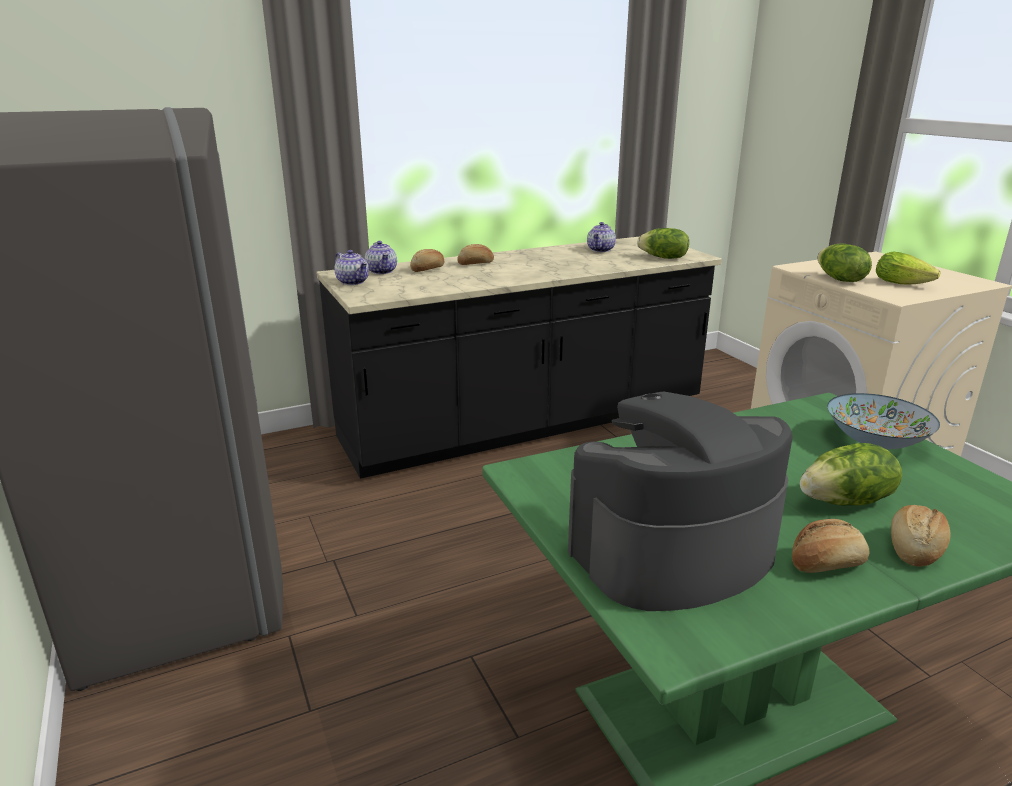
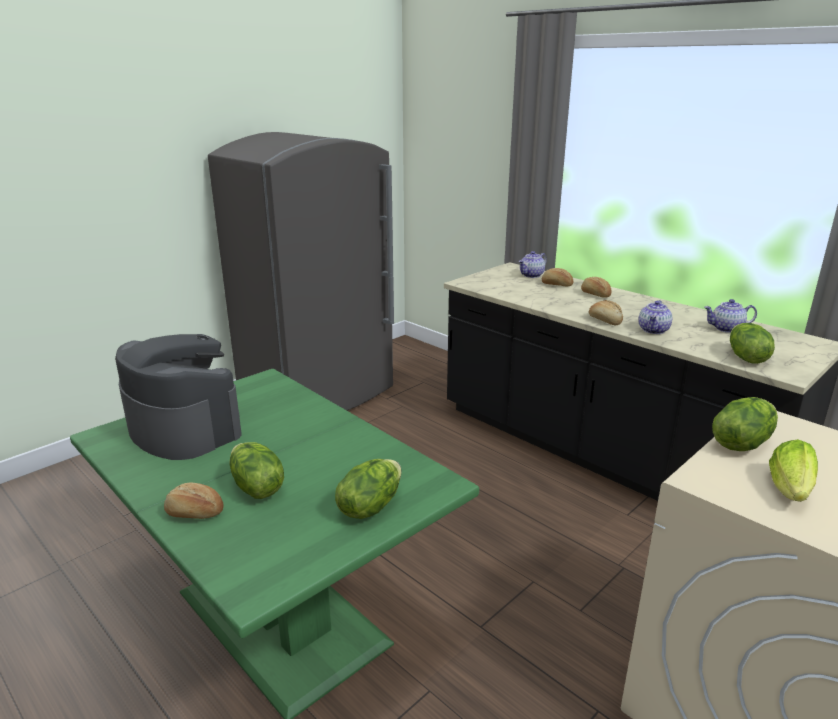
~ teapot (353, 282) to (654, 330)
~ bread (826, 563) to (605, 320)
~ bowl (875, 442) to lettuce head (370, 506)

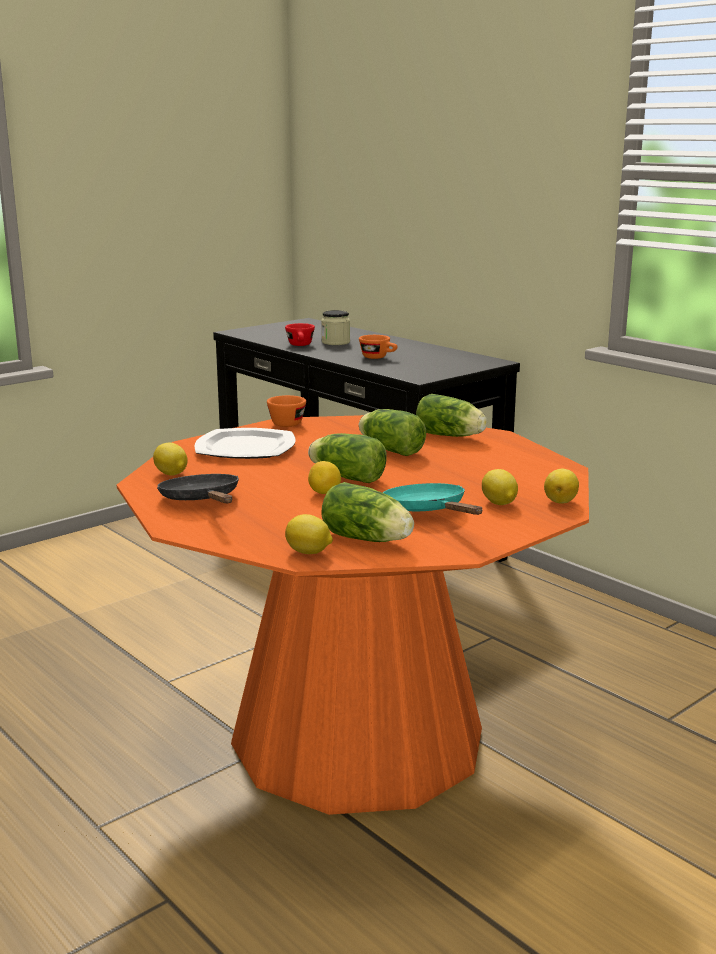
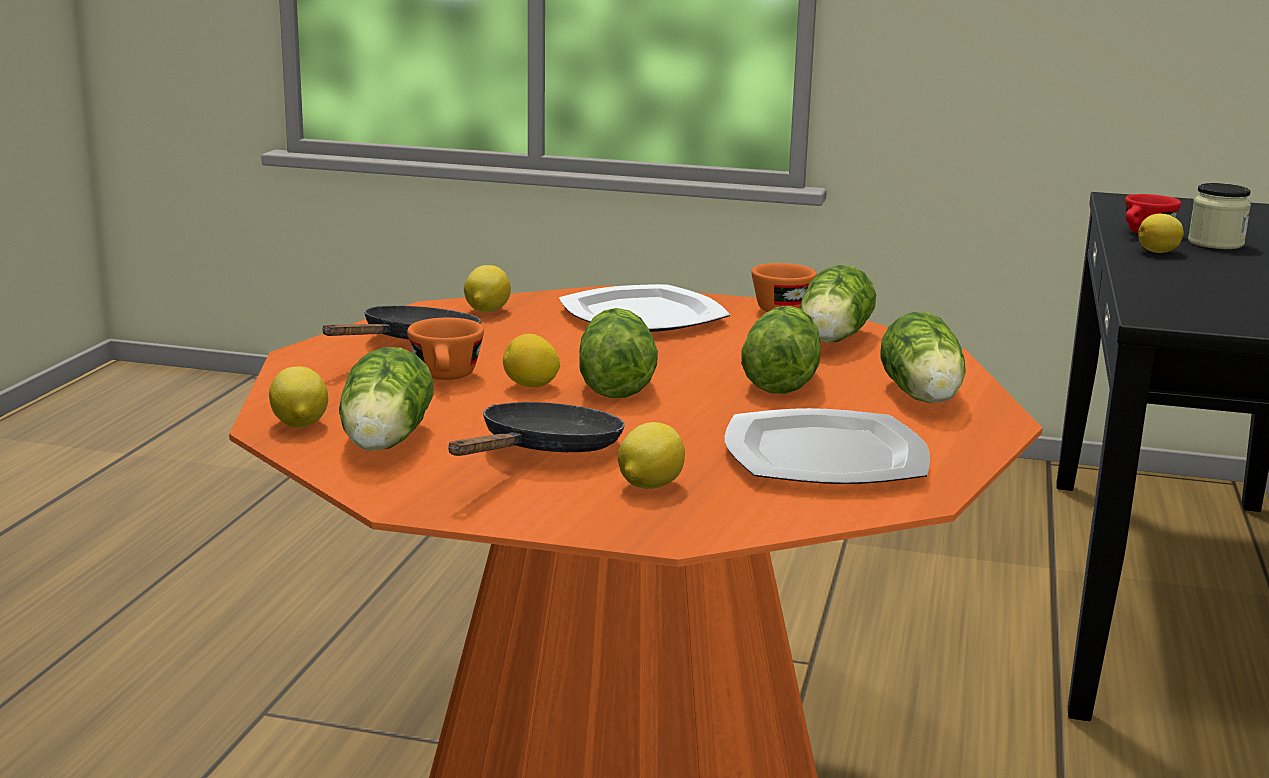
+ flat dish (823, 457)
+ lettuce head (831, 340)
~ orangey drinking cup (378, 357) to (447, 378)
~ lemon (561, 501) to (1159, 252)
~ blue-green skillet (428, 511) to black skillet (544, 452)

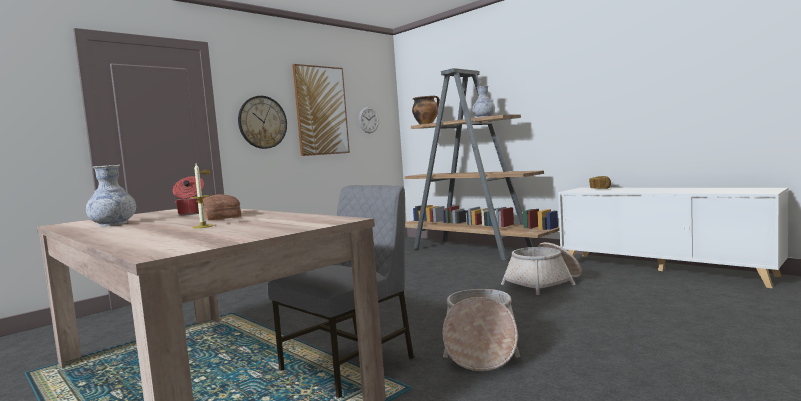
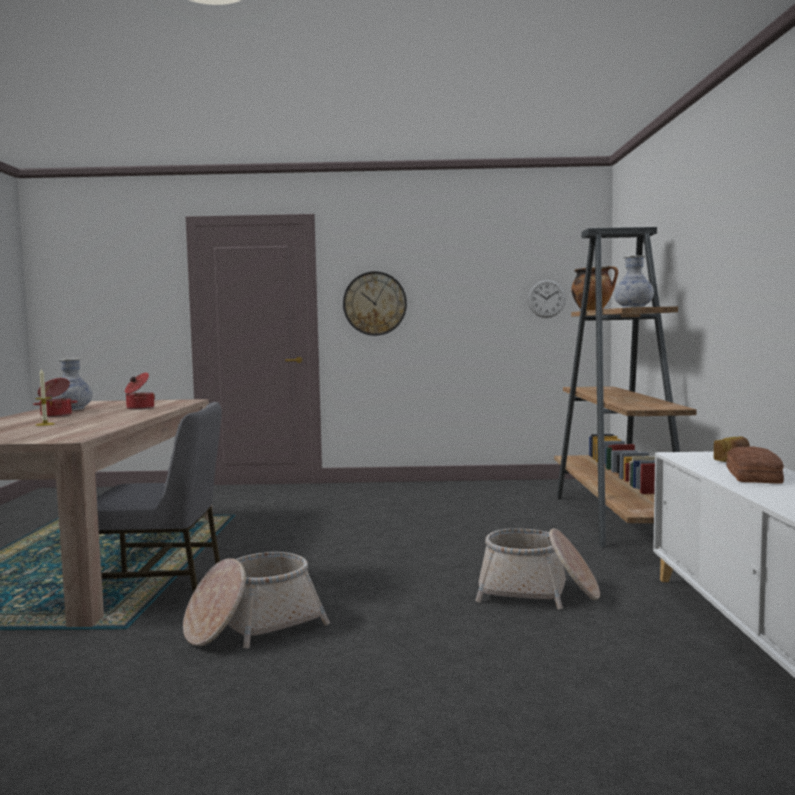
- wall picture (321, 110)
+ cooking pot (56, 415)
~ bread (221, 216) to (754, 475)

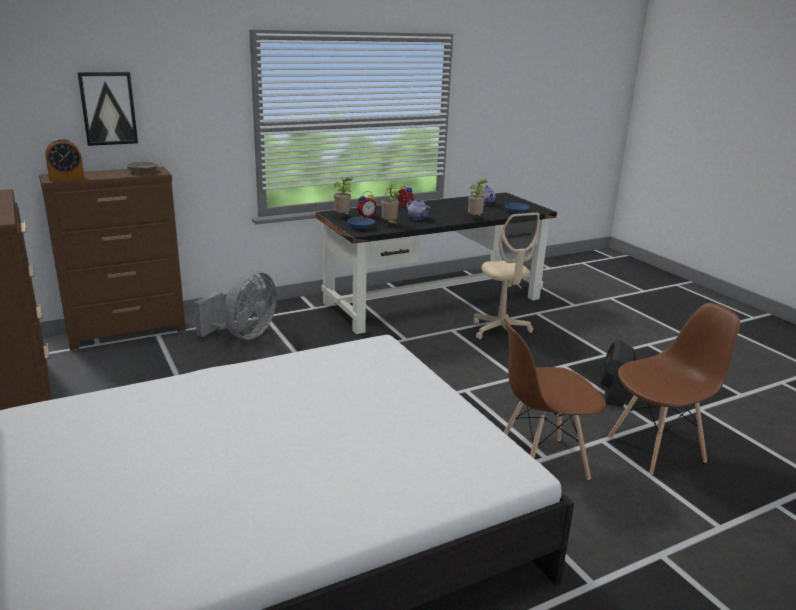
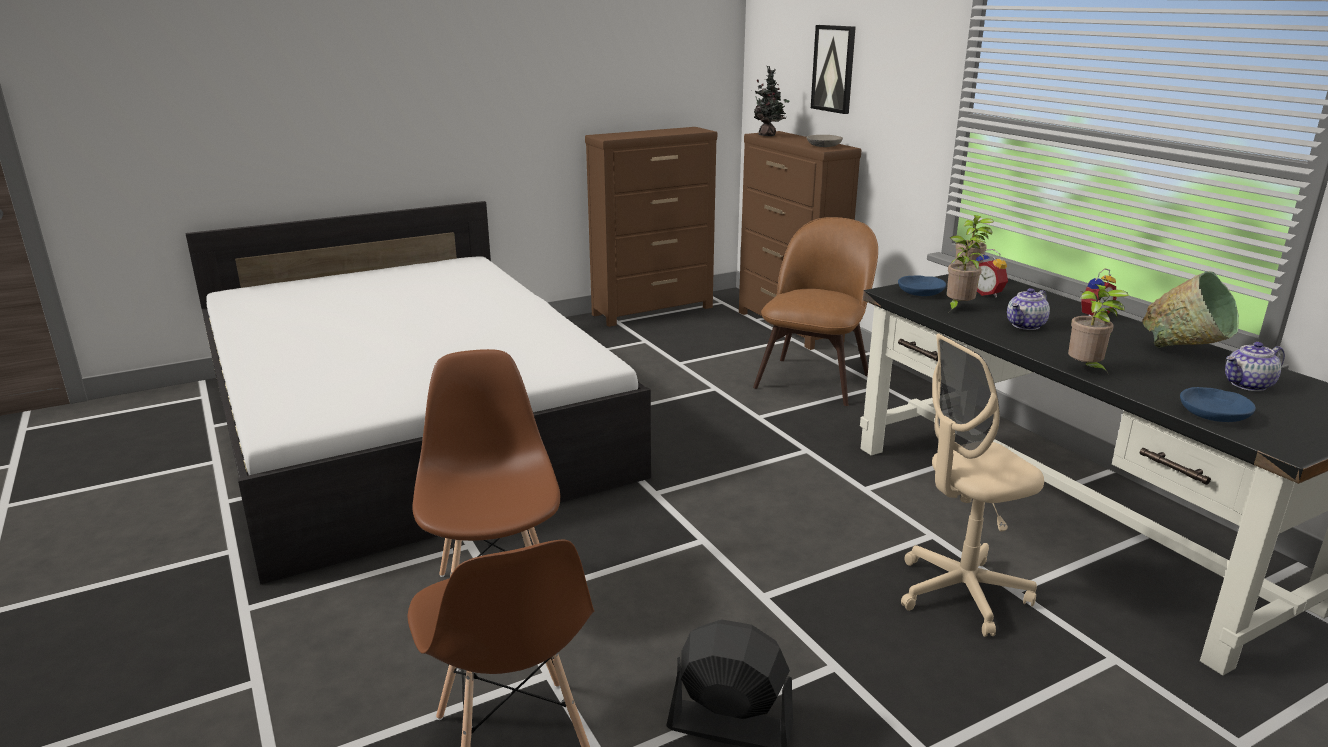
+ green bowl (1186, 352)
~ bedside clock (66, 178) to potted plant (769, 135)
~ greyish electric fan (243, 335) to brown-coloured chair (814, 379)

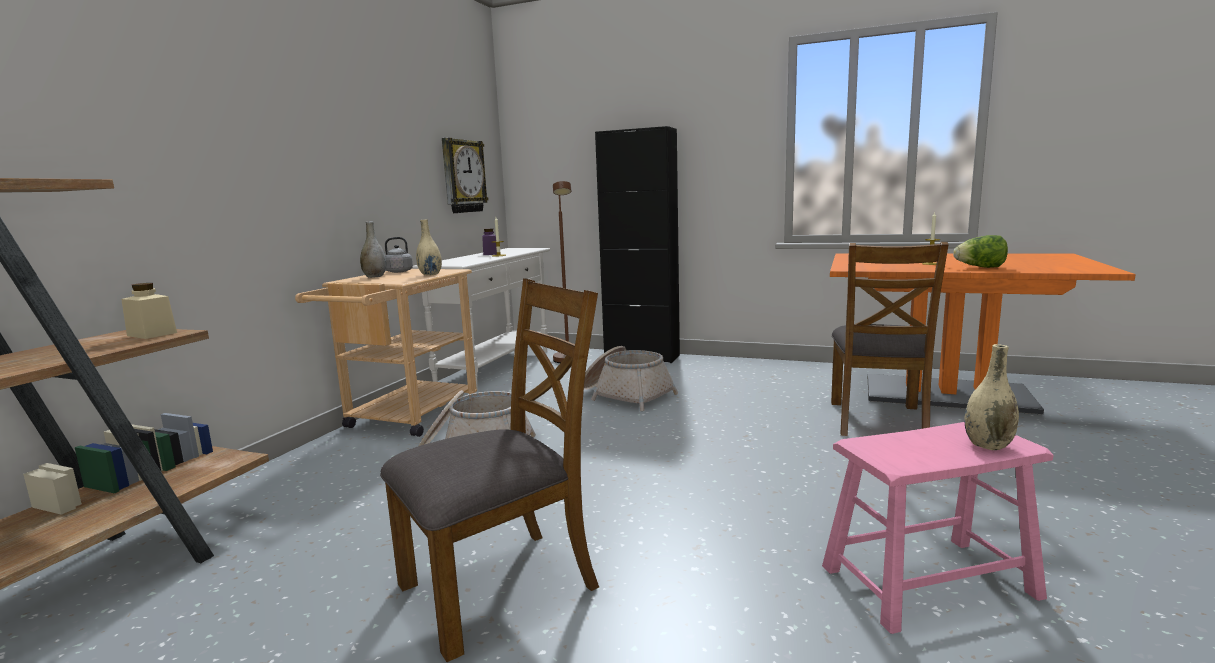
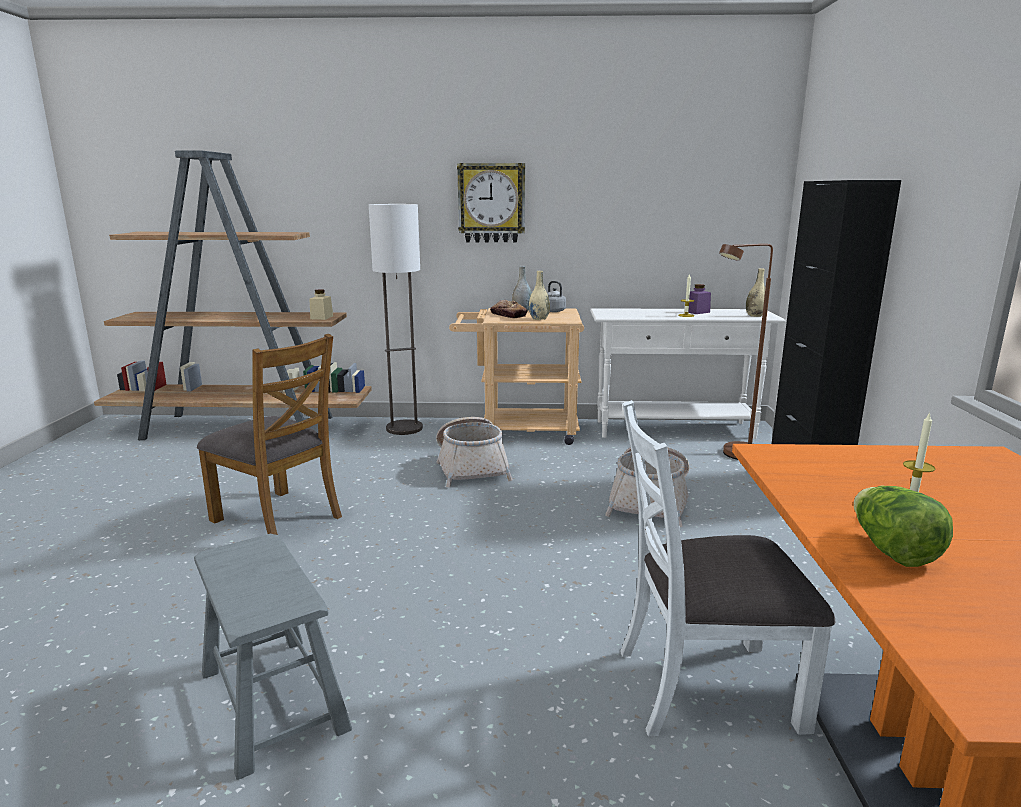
+ floor lamp (404, 428)
+ bread (508, 315)
~ wall clock (463, 176) to (491, 203)
~ beige vase (988, 445) to (755, 316)
~ pink sitting stool (928, 581) to greyish sitting stool (273, 700)
~ brown-coloured chair (878, 420) to white-coloured chair (705, 687)

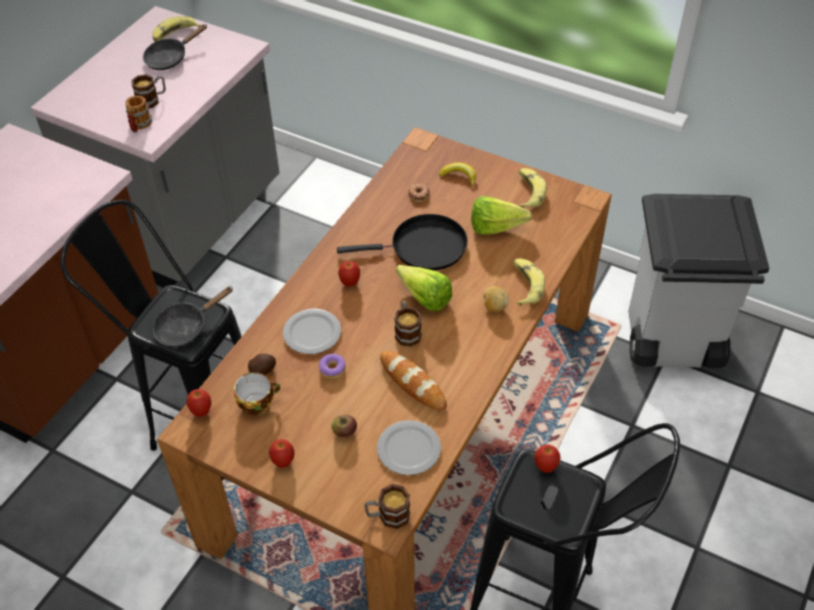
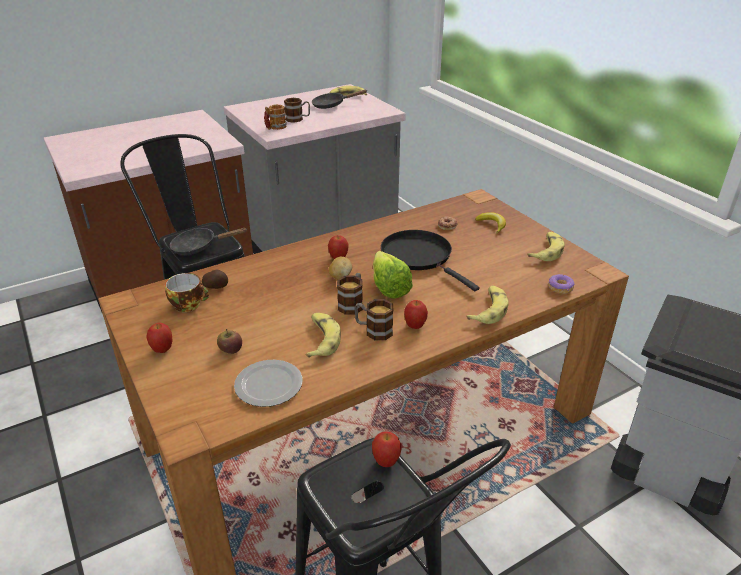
- flat dish (312, 332)
- lettuce head (500, 229)
~ whole apple (201, 411) to (415, 326)
~ donut (332, 369) to (560, 288)
~ mug (388, 516) to (373, 330)
~ spud (494, 306) to (340, 277)
~ bread (412, 383) to banana (321, 339)
~ black skillet (423, 247) = (420, 257) 150 degrees counterclockwise

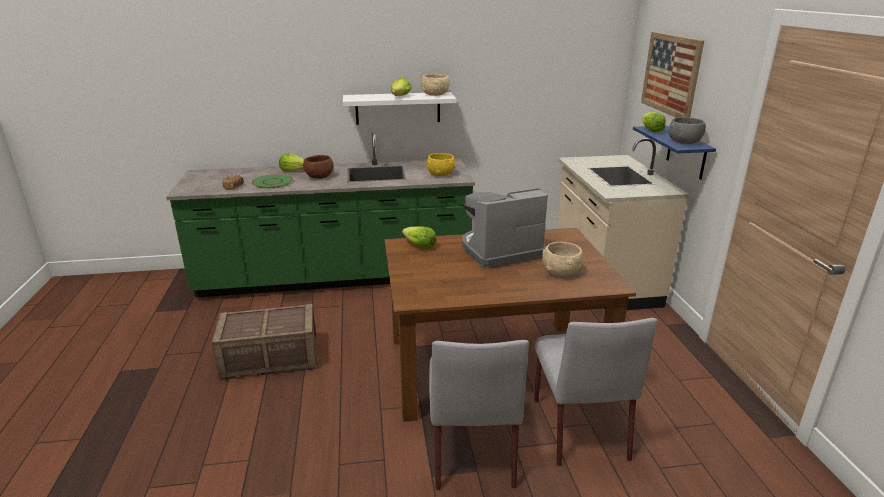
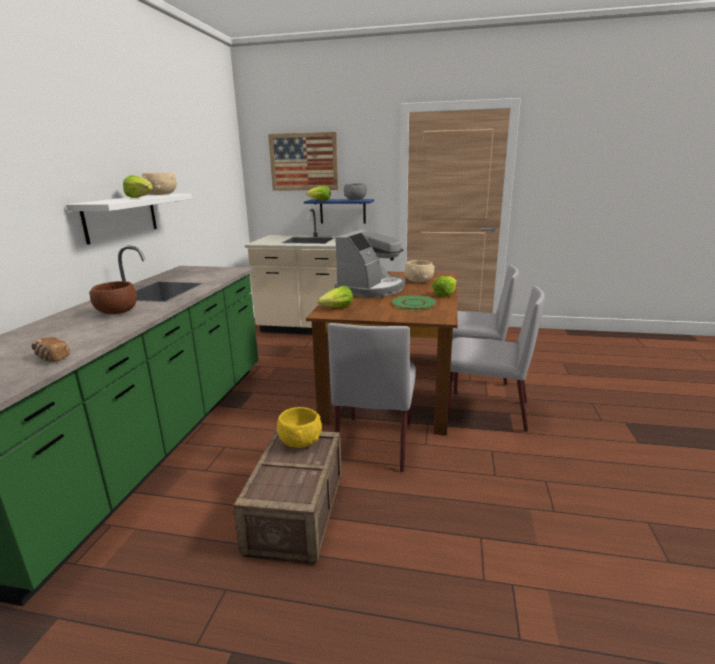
+ greyish chair (375, 442)
~ green flat dish (272, 182) to (414, 303)
~ lettuce head (294, 171) to (444, 294)
~ yellow-coloured bowl (441, 174) to (300, 441)
~ coffee machine (500, 250) = (371, 289) 150 degrees counterclockwise

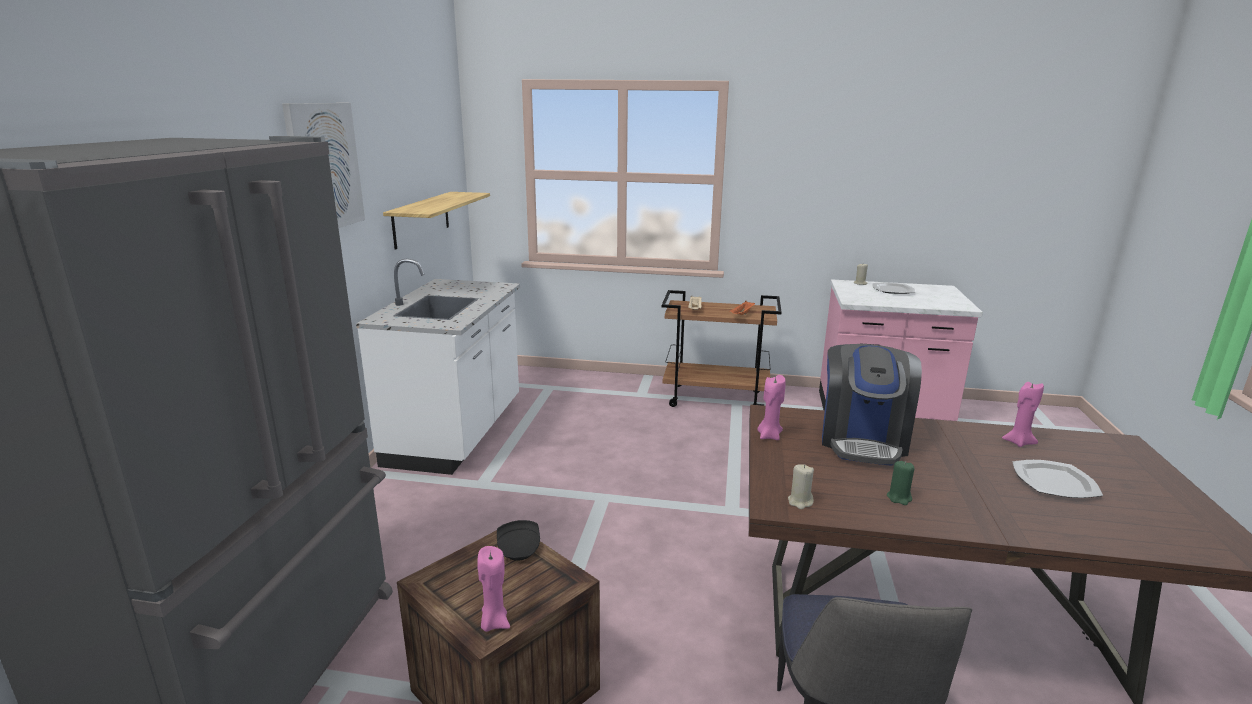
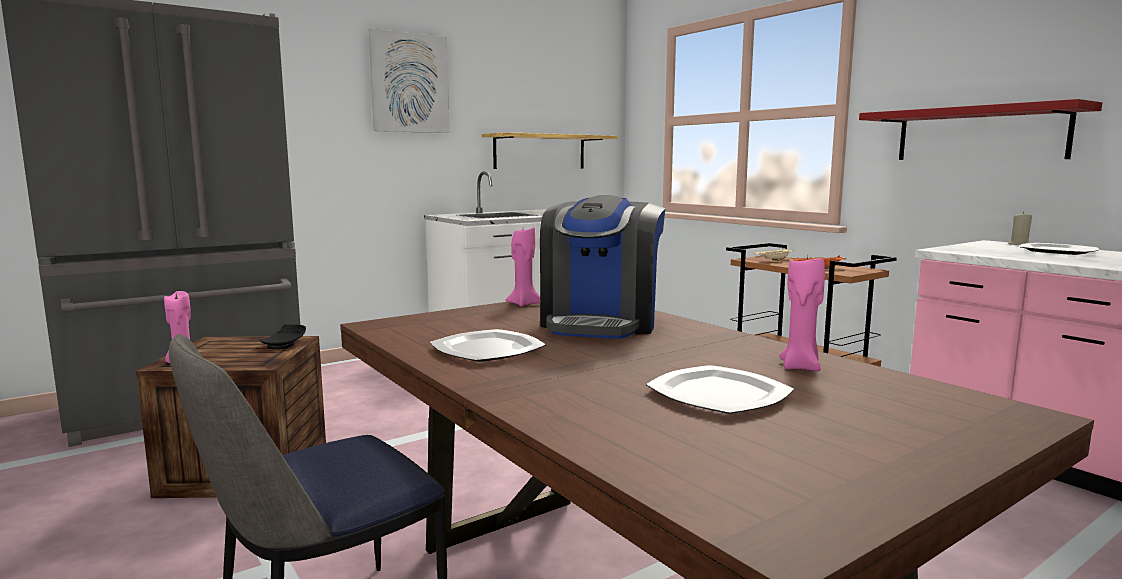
- beige wax light (800, 502)
+ red wall shelf (979, 134)
~ green wax light (899, 498) to flat dish (487, 349)
~ coffee machine (863, 440) = (601, 323) 45 degrees counterclockwise

